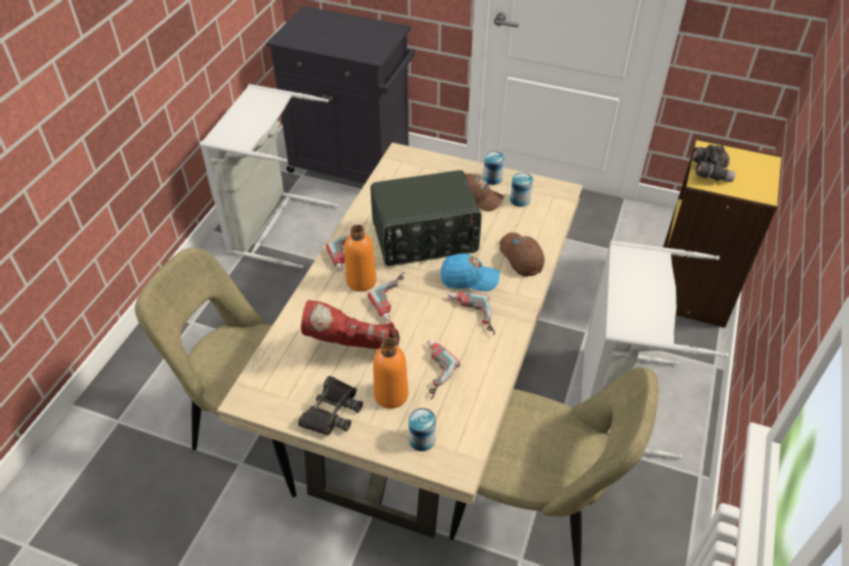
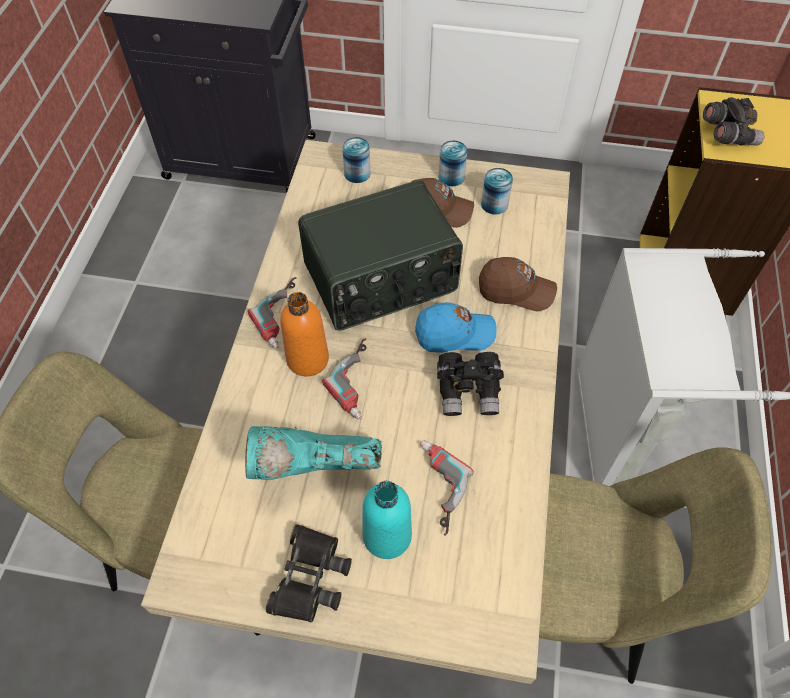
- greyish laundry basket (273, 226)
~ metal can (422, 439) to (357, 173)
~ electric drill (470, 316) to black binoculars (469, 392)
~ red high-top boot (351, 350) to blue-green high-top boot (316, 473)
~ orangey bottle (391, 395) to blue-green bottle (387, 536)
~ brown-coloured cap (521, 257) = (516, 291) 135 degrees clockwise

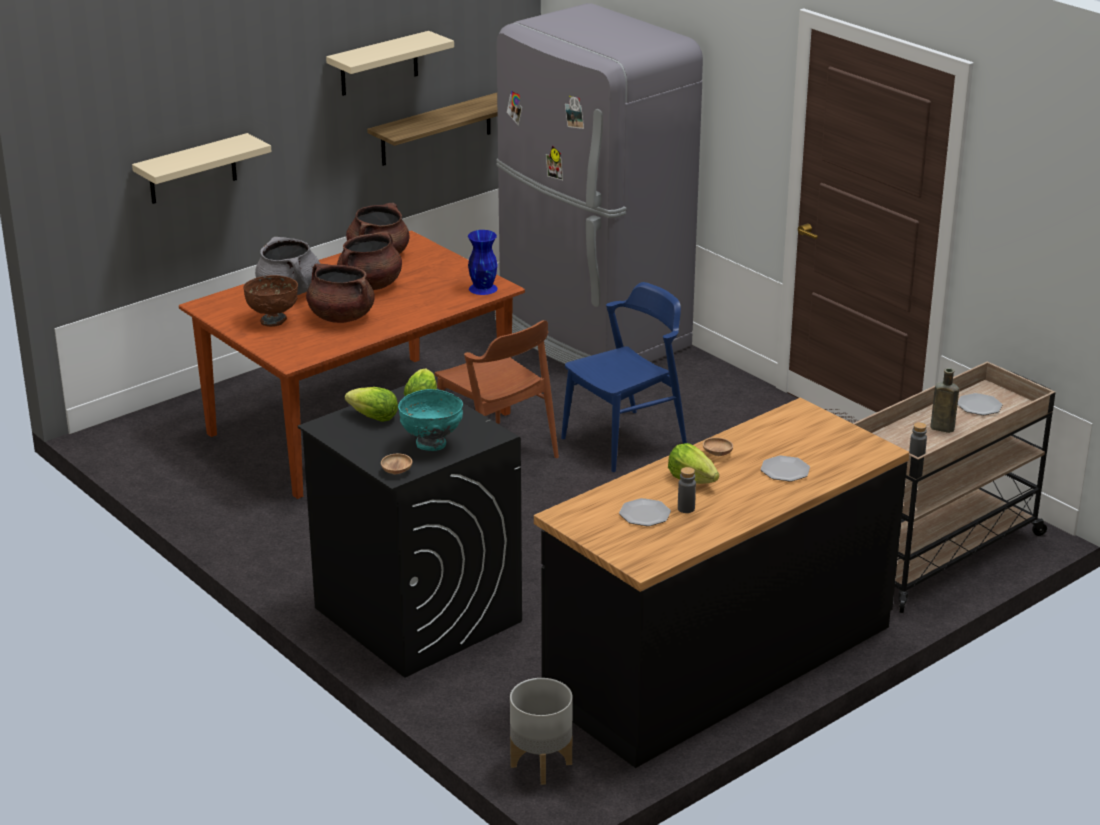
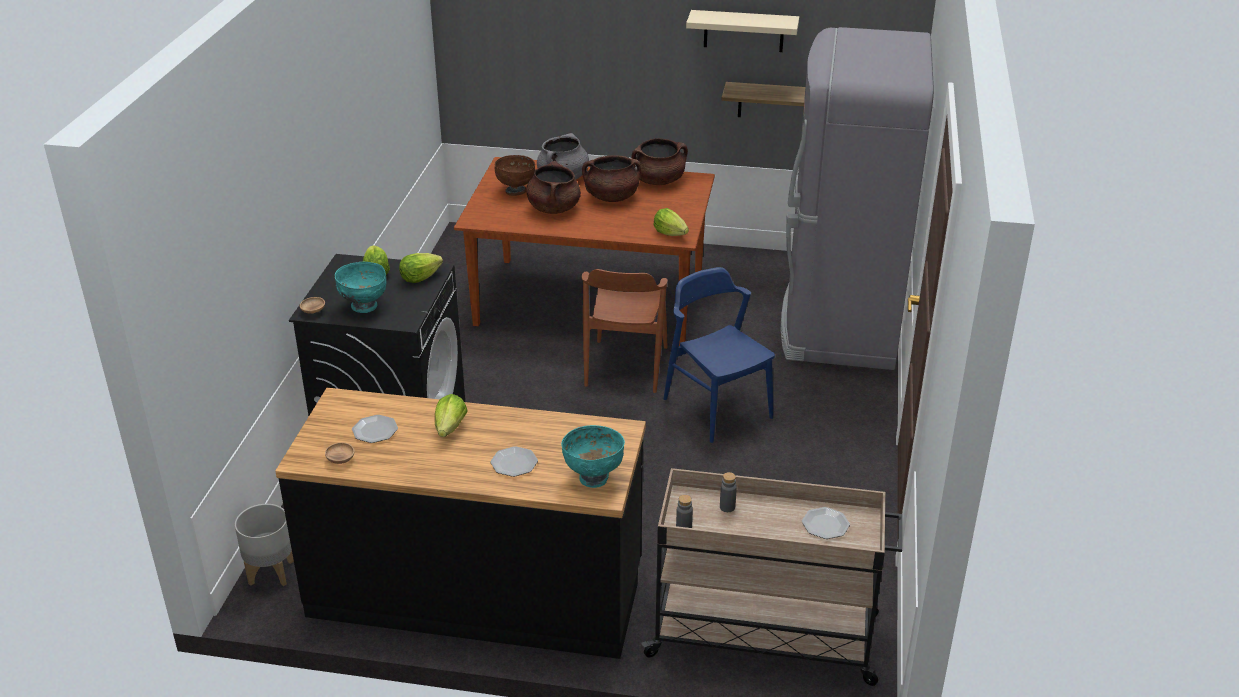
- beige wall shelf (192, 169)
- brown-coloured bottle (940, 428)
+ blue-green bowl (593, 477)
~ greyish bottle (686, 508) to (727, 507)
~ brown-coloured bowl (717, 454) to (340, 459)
~ bluish vase (483, 288) to lettuce head (670, 233)
~ bluish chair (624, 440) = (717, 408) 135 degrees counterclockwise

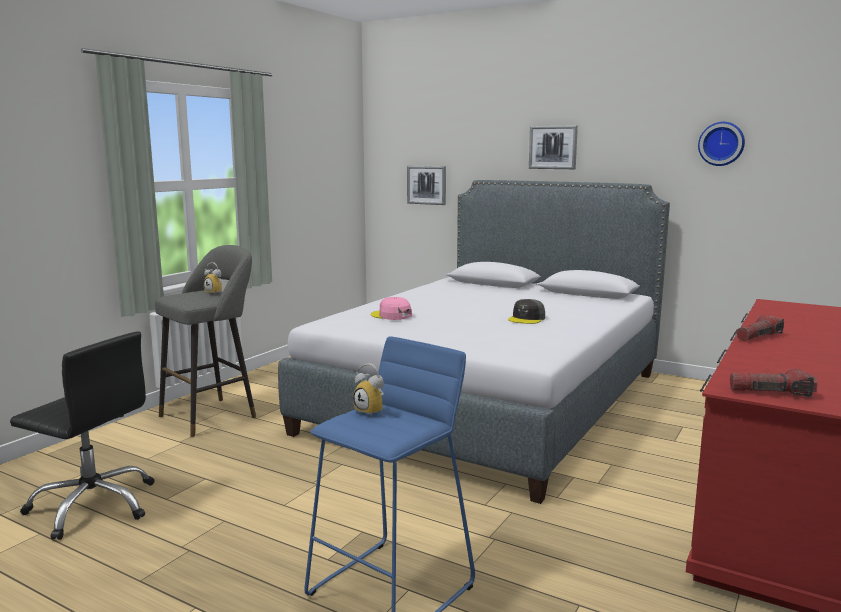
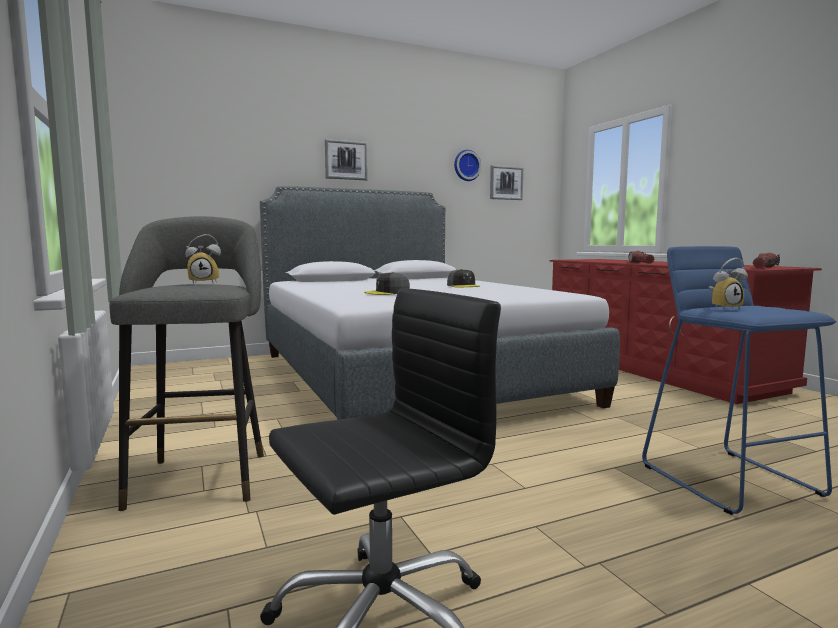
~ wall picture (427, 185) to (506, 183)
~ pink cap (391, 315) to greyish cap (388, 293)

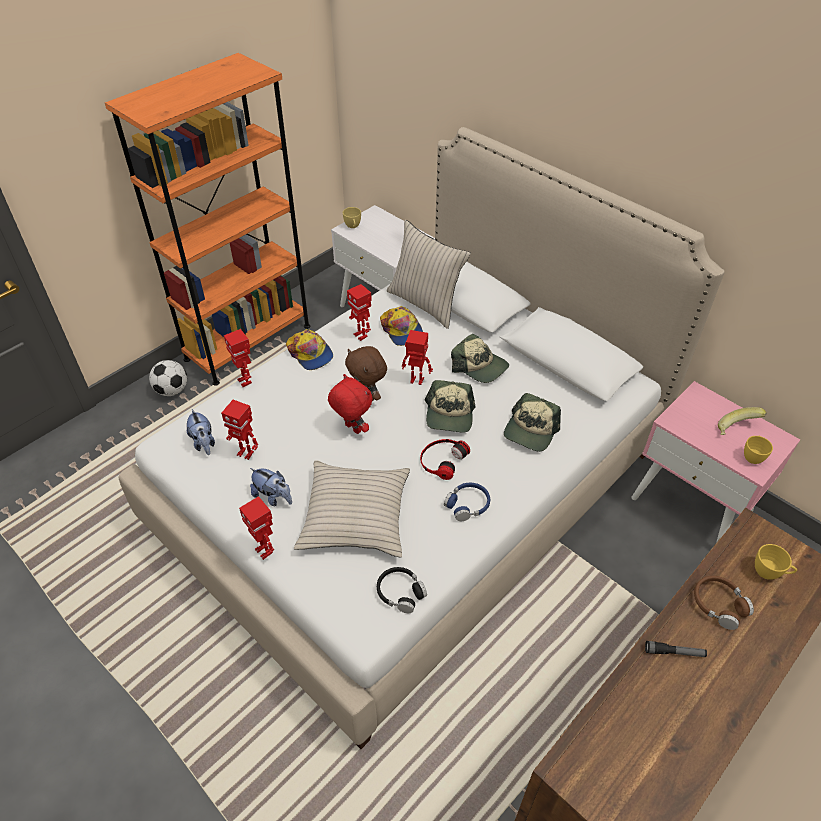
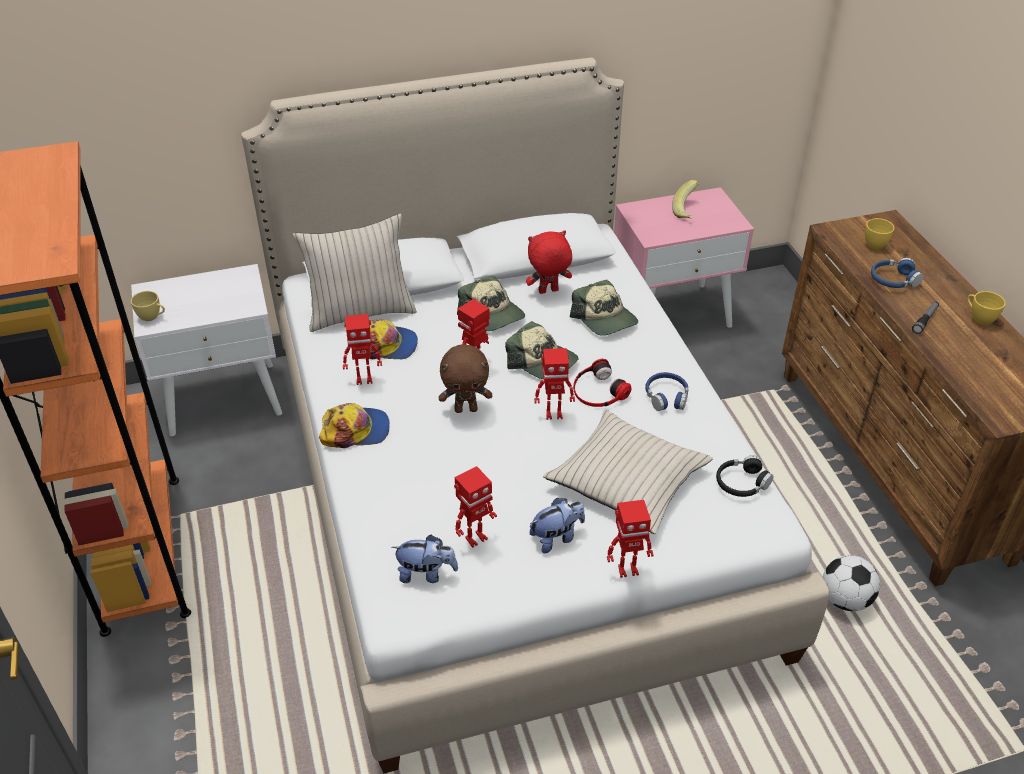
~ ball for football (172, 390) to (845, 599)
~ model robot (245, 381) to (553, 414)
~ red cuddly toy (352, 429) to (548, 292)
~ yellow-coloured drinking cup (752, 456) to (979, 318)
~ brown-coloured pair of headphones (719, 605) to bluish pair of headphones (893, 280)
~ cap (479, 366) = (492, 314) 75 degrees clockwise

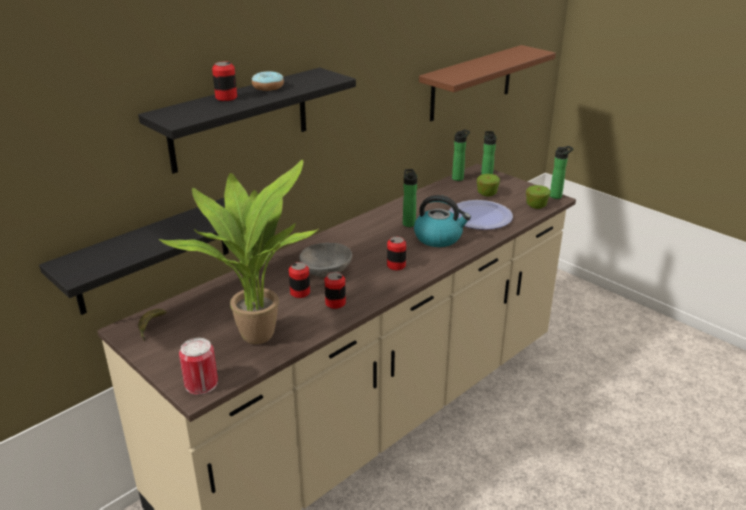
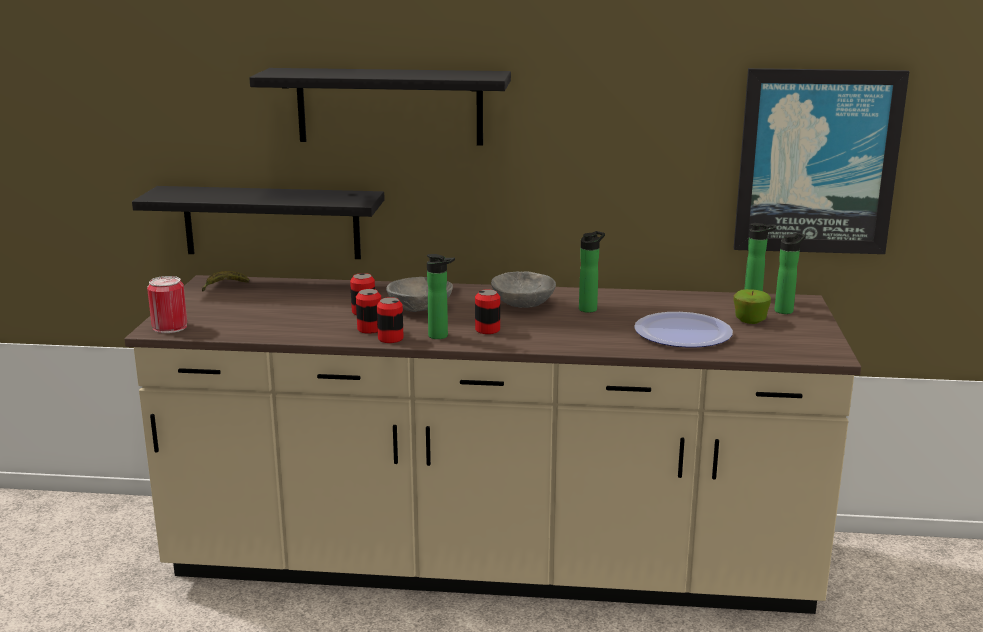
- potted plant (256, 333)
- donut (268, 87)
- kettle (439, 238)
- whole apple (536, 206)
+ greyish bowl (522, 304)
~ metal can (226, 97) to (390, 338)
~ bottle (557, 196) to (441, 336)
~ brown-coloured wall shelf (471, 83) to wall picture (817, 162)

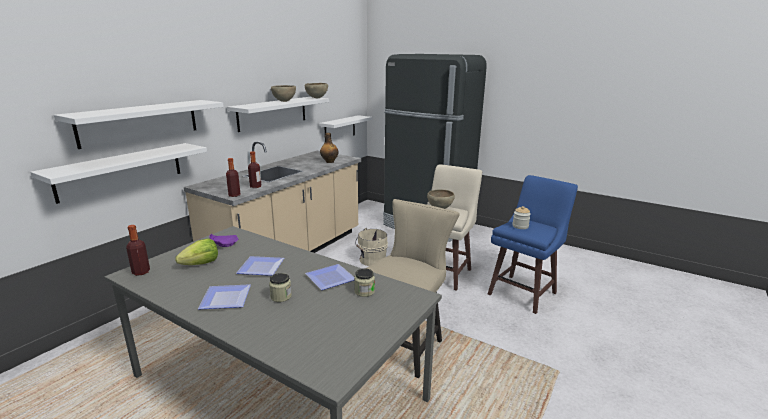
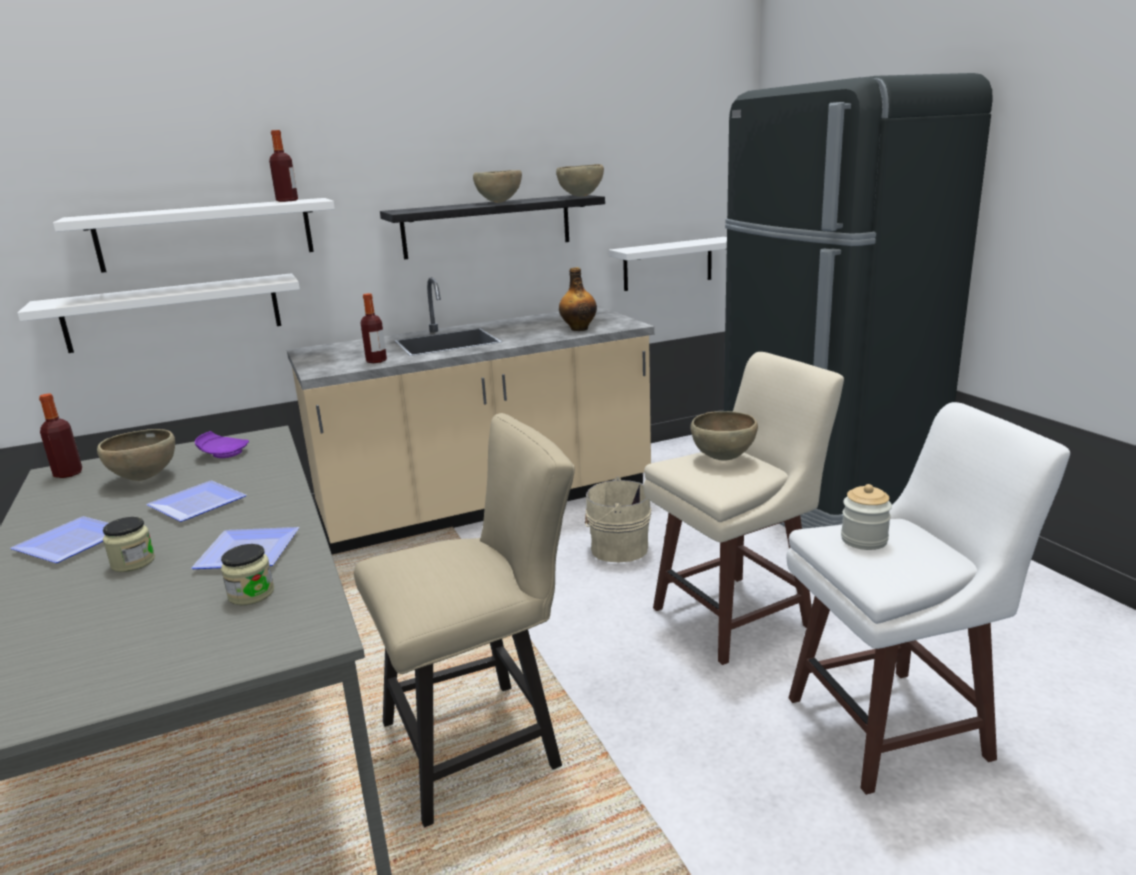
~ bottle (234, 195) to (287, 201)
~ lettuce head (201, 264) to brown-coloured bowl (145, 478)
~ white-coloured wall shelf (273, 113) to black wall shelf (487, 226)
~ bluish sitting stool (523, 293) to white-coloured sitting stool (893, 727)

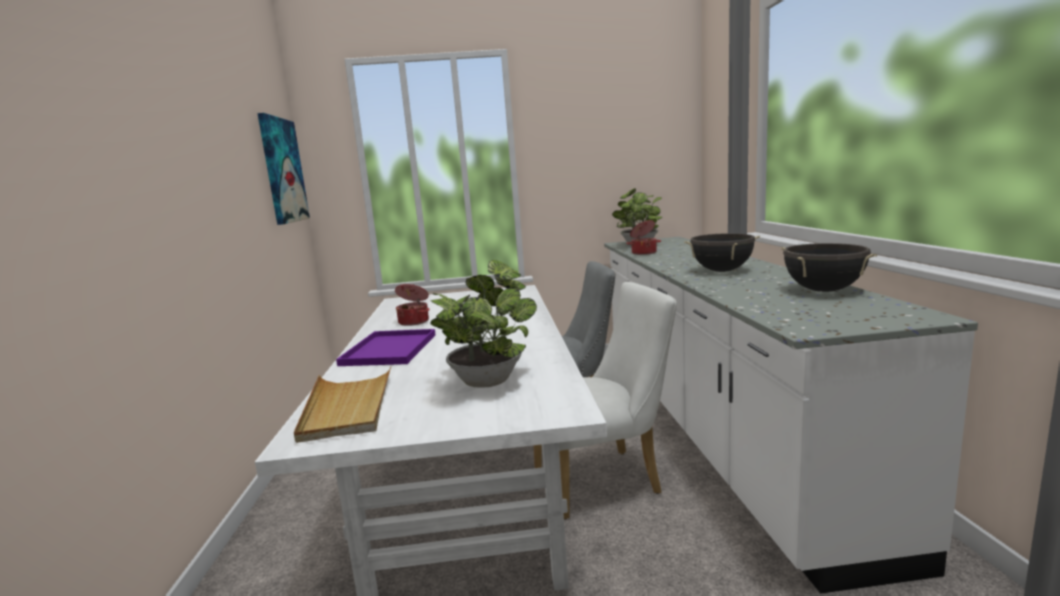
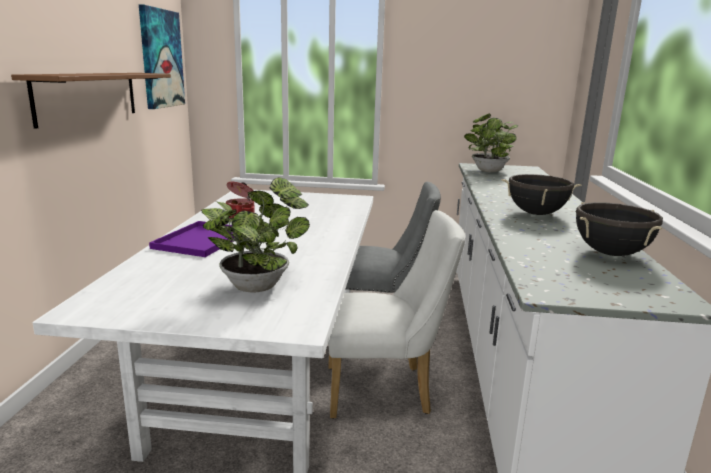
- beige tray (347, 407)
- cooking pot (643, 253)
+ brown-coloured wall shelf (88, 96)

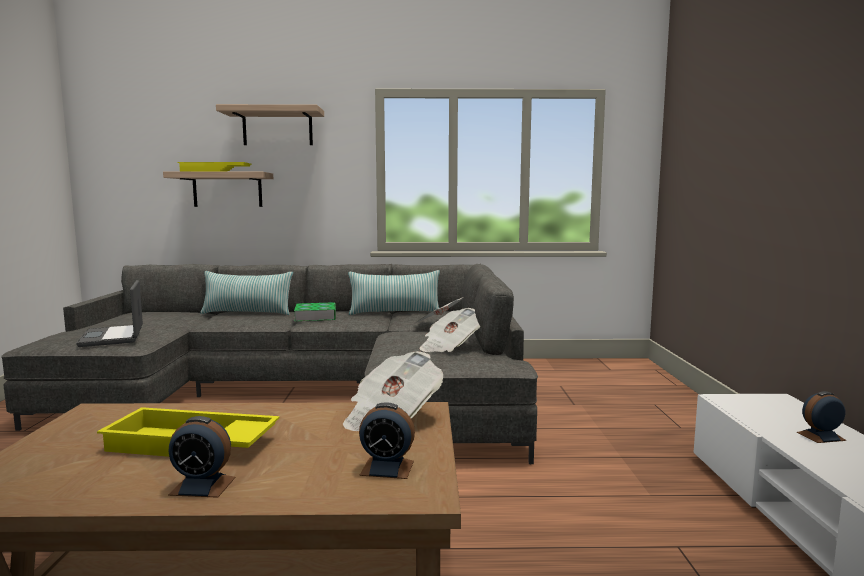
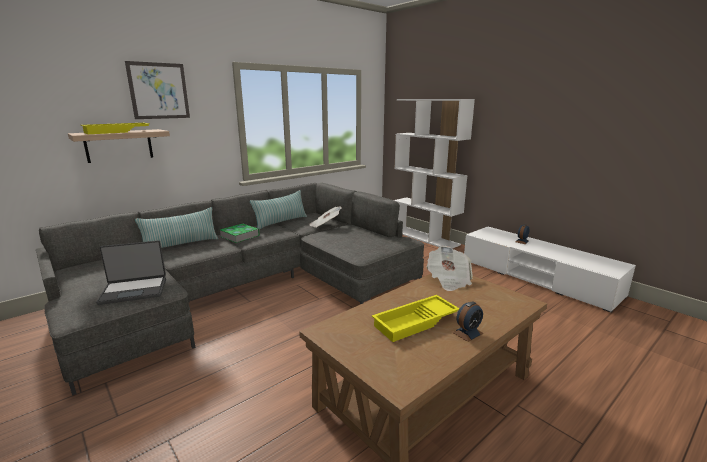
- bedside clock (387, 468)
- newspaper (449, 347)
+ white-coloured bookcase (425, 237)
~ wall shelf (277, 128) to wall picture (159, 91)
~ notebook computer (114, 337) = (134, 290) 45 degrees counterclockwise

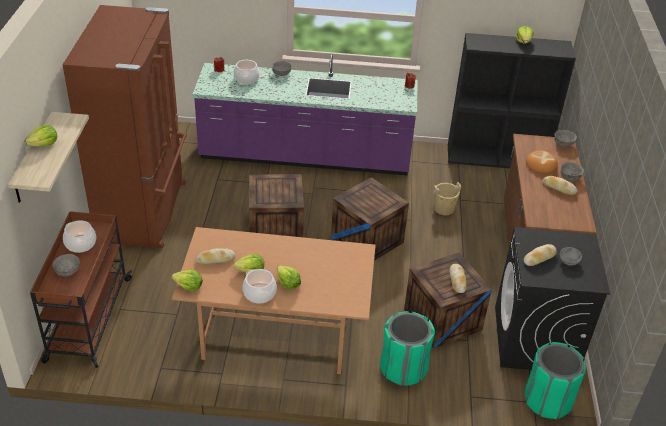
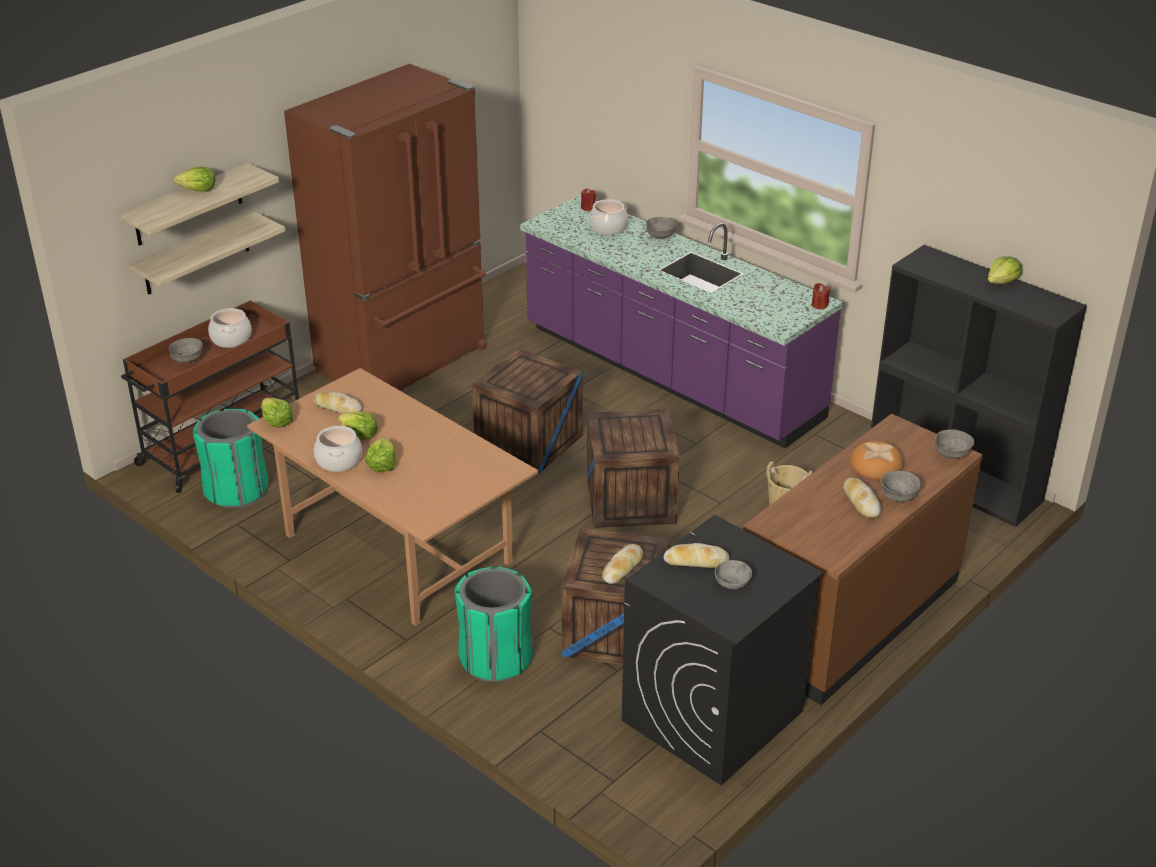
+ wall shelf (196, 254)
~ green rubbish bin (548, 400) to (236, 490)

